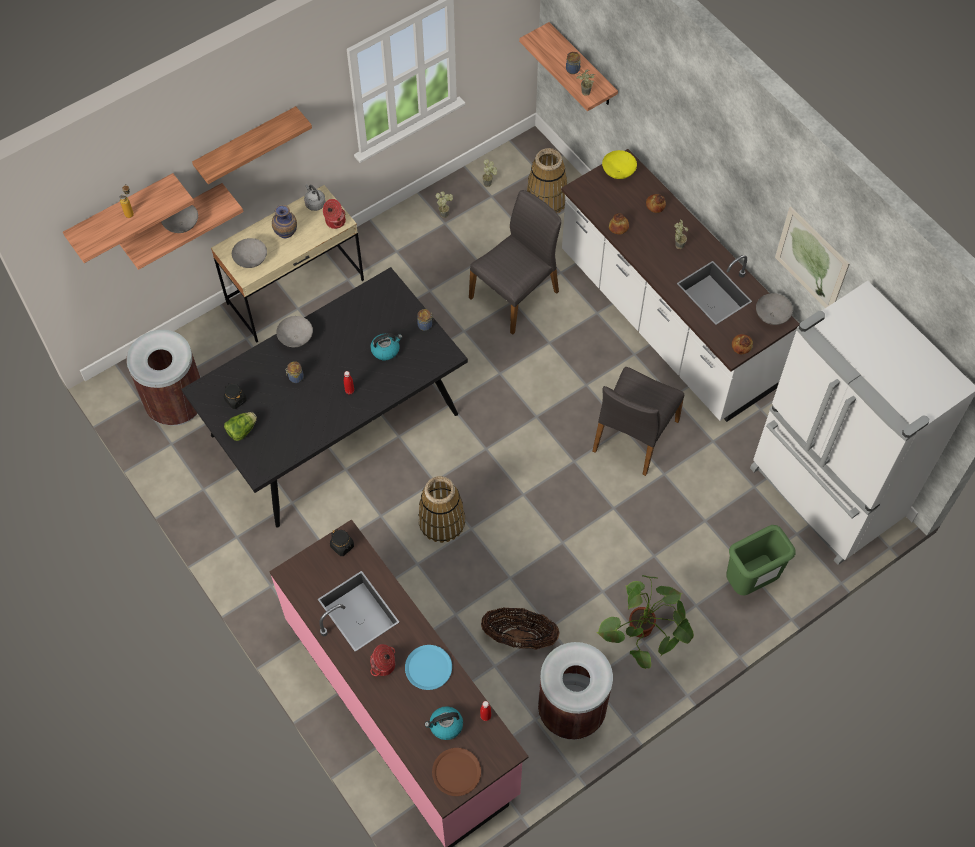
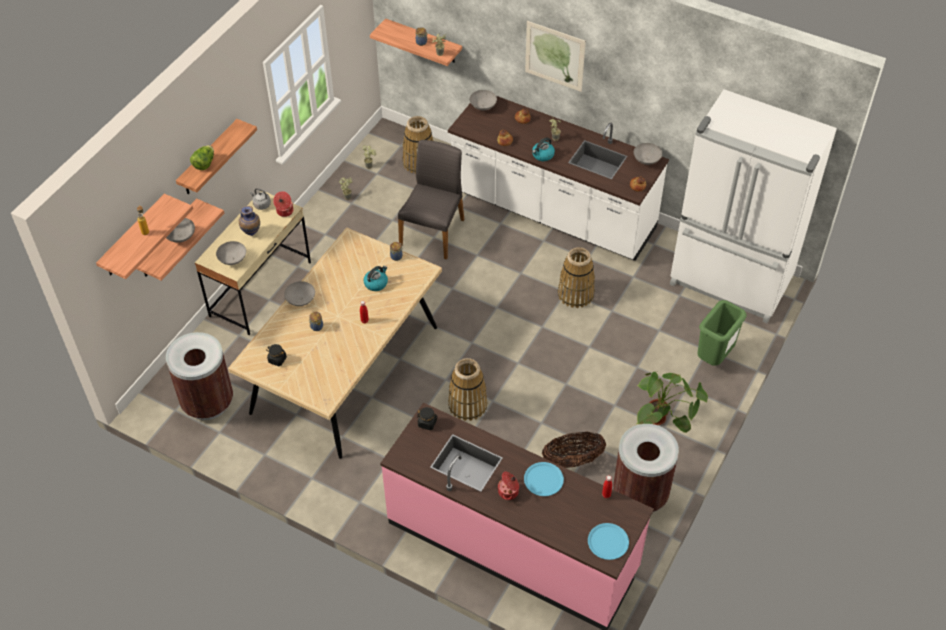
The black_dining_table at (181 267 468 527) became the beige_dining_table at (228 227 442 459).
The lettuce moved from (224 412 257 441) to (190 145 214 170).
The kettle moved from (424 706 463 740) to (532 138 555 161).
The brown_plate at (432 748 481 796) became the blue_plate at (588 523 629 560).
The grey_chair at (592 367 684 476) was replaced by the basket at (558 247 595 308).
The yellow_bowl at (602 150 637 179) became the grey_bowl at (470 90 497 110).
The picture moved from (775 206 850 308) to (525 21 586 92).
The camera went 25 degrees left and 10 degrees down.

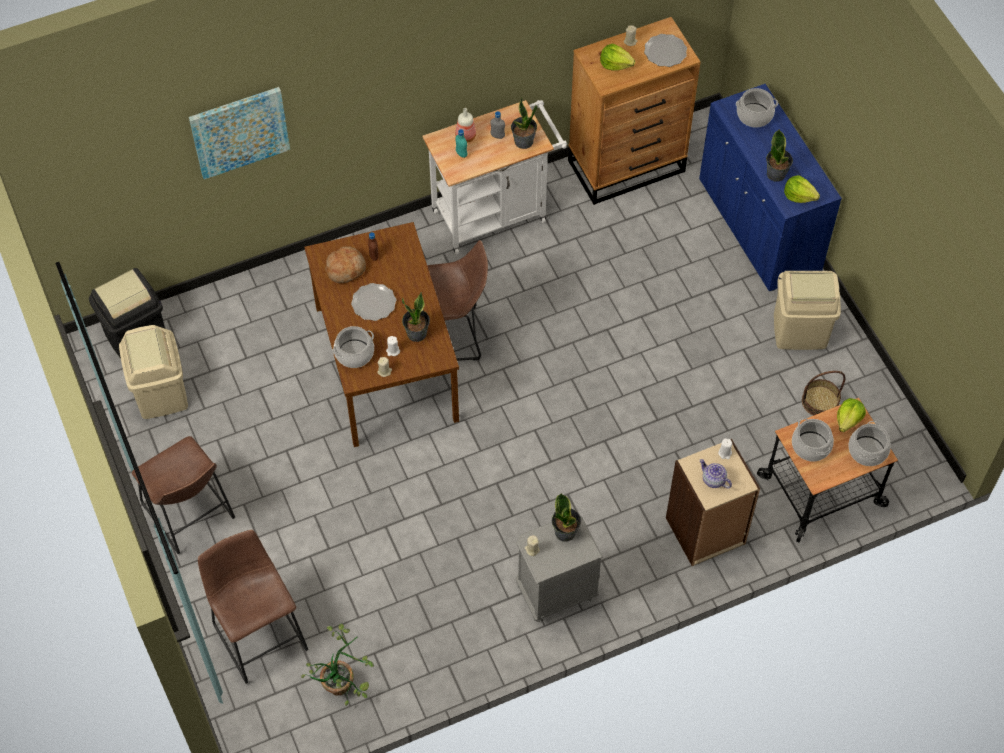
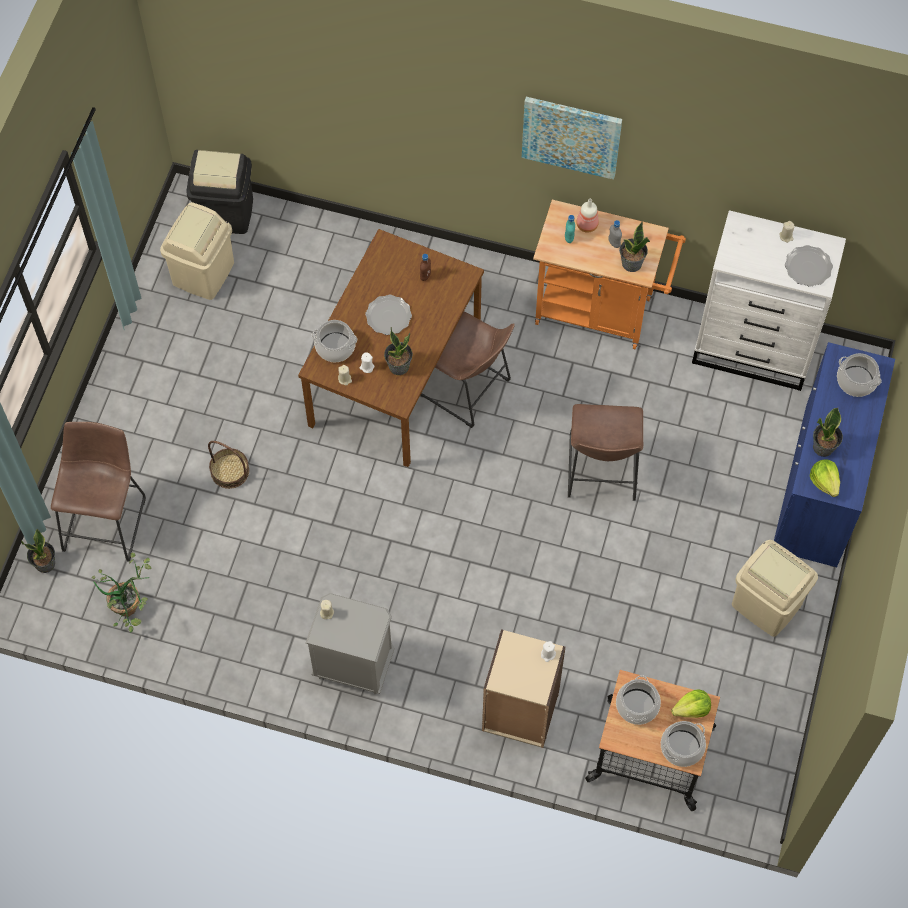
The brown_stool moved from (132 436 235 554) to (568 404 643 501).
The picture moved from (189 87 290 179) to (522 97 622 180).
The bread at (325 246 366 283) disappeared.
The white_cart at (422 100 567 255) became the orange_cart at (533 200 686 349).
The potted_plant moved from (552 493 581 542) to (21 528 55 573).
The brown_dresser at (568 17 700 205) became the white_dresser at (692 210 846 391).
The lettuce at (600 44 635 71) disappeared.
The teapot at (700 459 732 489) disappeared.
The basket moved from (802 371 845 416) to (208 441 249 489).
The camera went 40 degrees right and 5 degrees up.

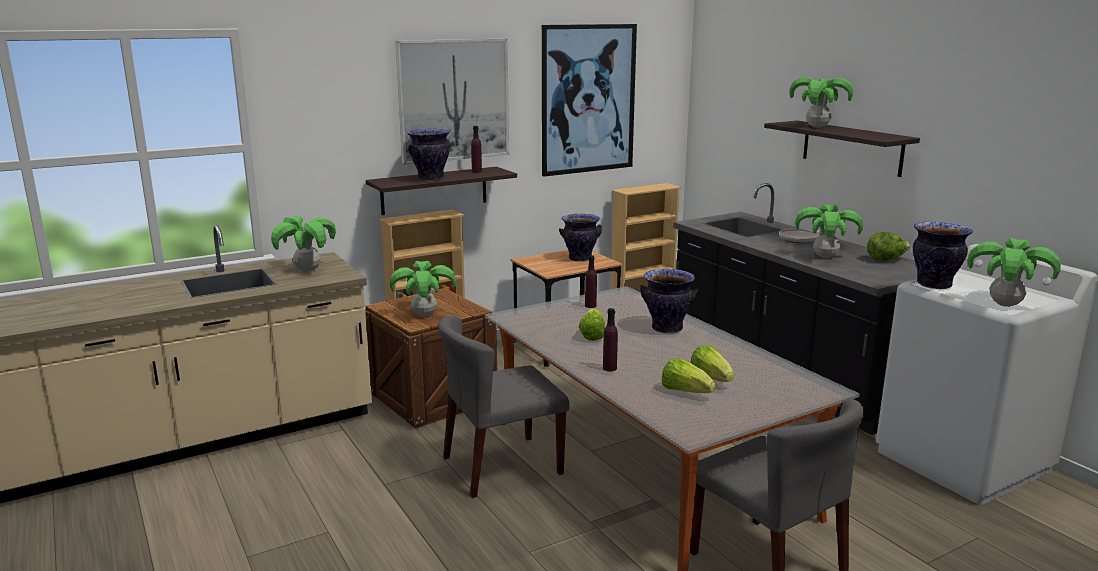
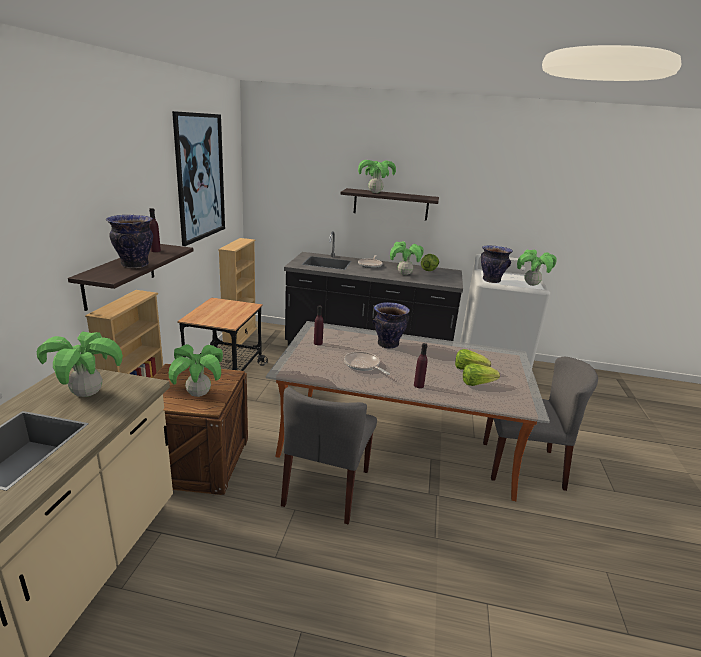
The picture at (395 39 509 165) disappeared.
The vase at (559 214 602 262) disappeared.
The lettuce at (579 309 605 341) was replaced by the frying_pan at (344 351 390 375).
The camera went 50 degrees left and 5 degrees up.

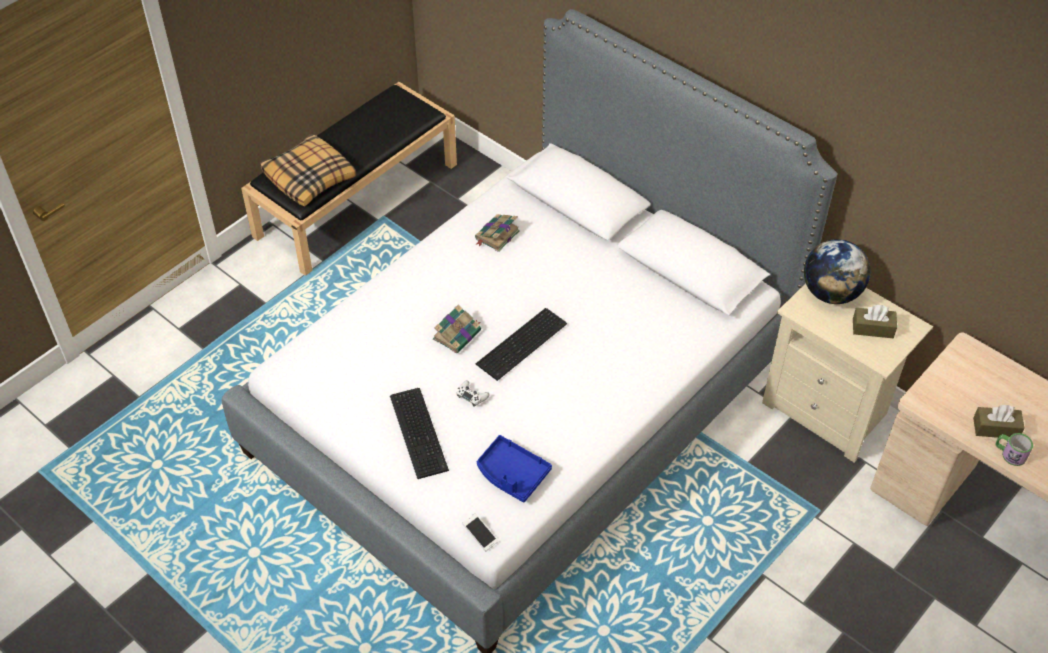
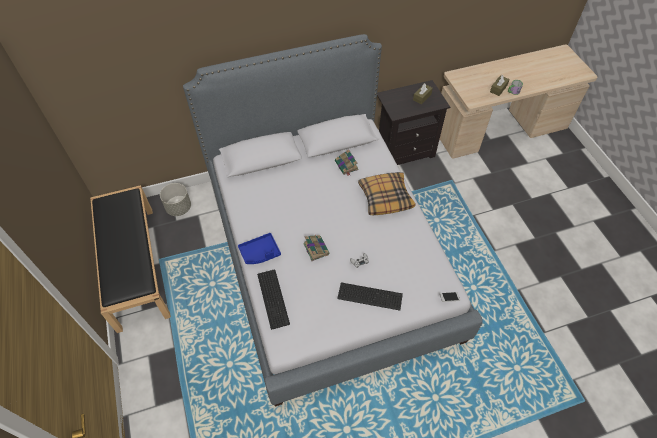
The pillow moved from (260 134 357 206) to (358 172 416 215).
The book moved from (475 214 520 252) to (335 149 359 175).
The keyboard moved from (476 308 567 381) to (257 270 290 330).
The blue_tray moved from (477 435 552 502) to (238 233 281 264).
The beige_nightstand at (762 283 933 463) became the black_nightstand at (377 80 450 165).
The globe at (804 239 870 304) disappeared.
The grey_planter at (160 183 191 216) appeared.
The camera went 60 degrees left and 5 degrees up.

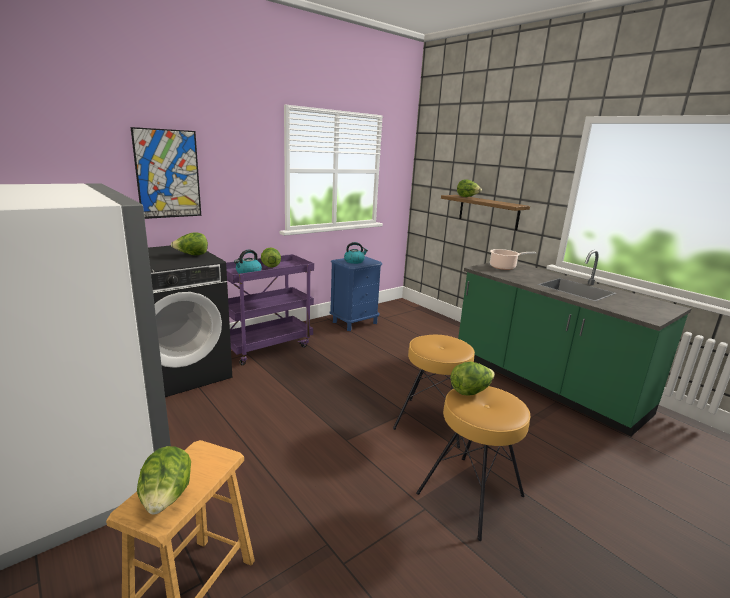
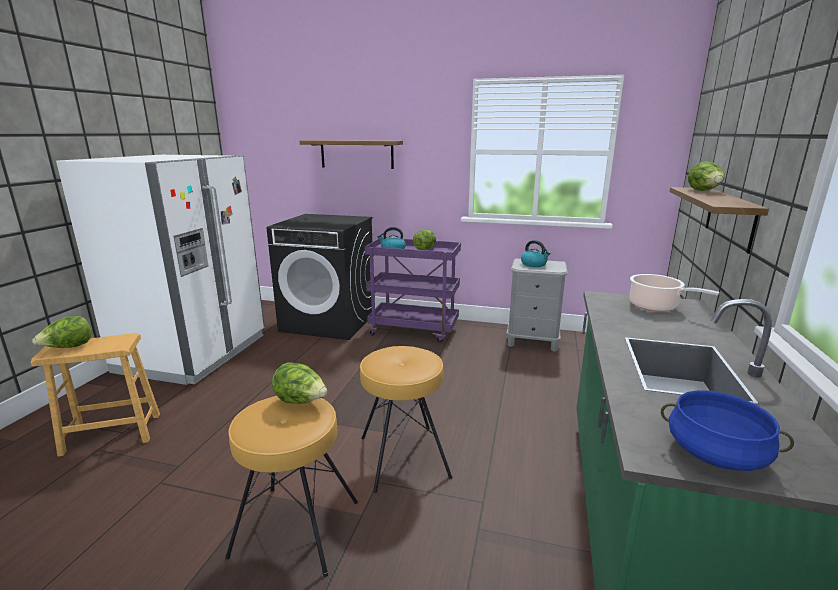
The picture at (131 127 201 219) was replaced by the shelf at (300 140 403 169).
The lettuce at (171 232 208 255) disappeared.
The blue_nightstand at (329 256 382 331) became the grey_nightstand at (506 258 568 352).
The blue_cooking_pot at (661 390 794 471) appeared.
The camera went 55 degrees right and 0 degrees up.

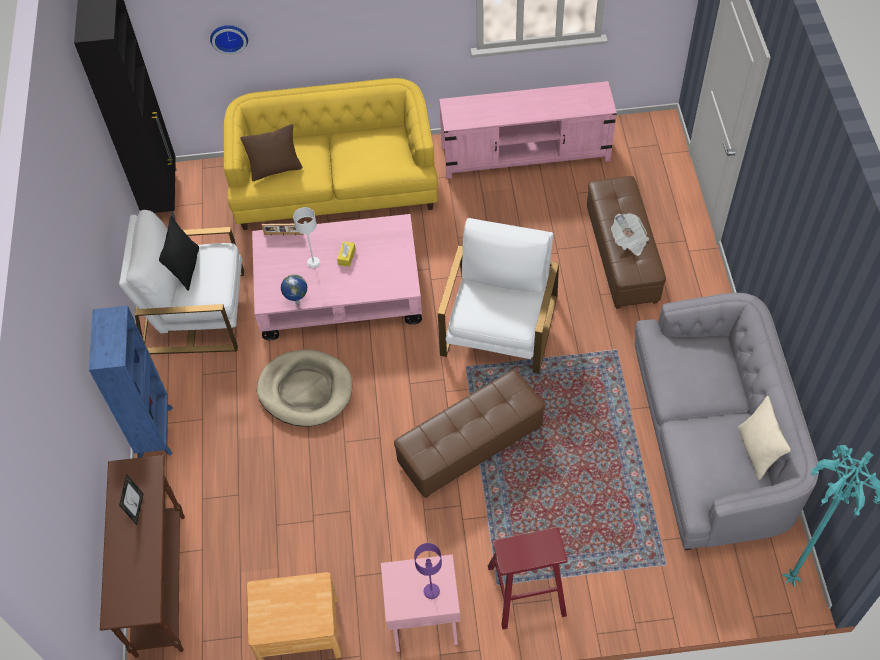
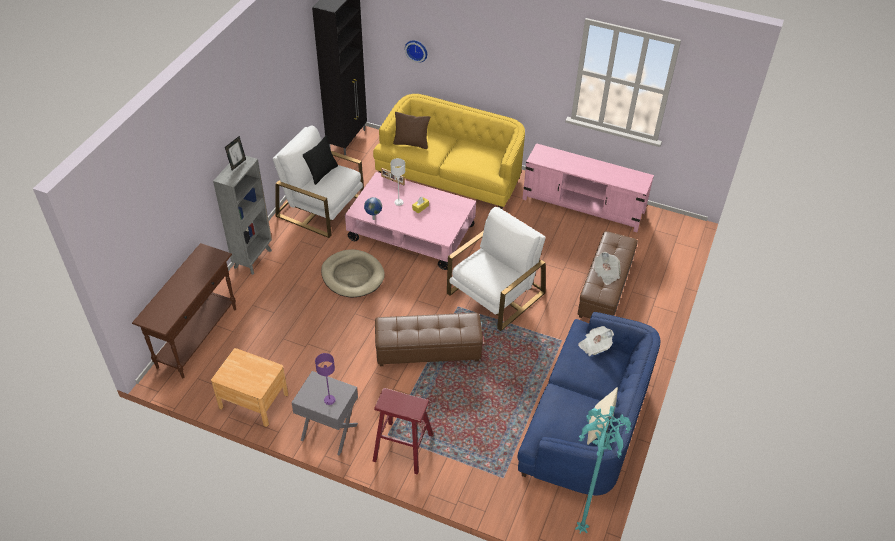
The blue_bookcase at (89 306 173 458) became the grey_bookcase at (213 155 272 275).
The picture_frame moved from (119 474 143 525) to (225 136 246 170).
The pink_nightstand at (381 555 460 652) became the grey_nightstand at (291 371 358 456).
The grey_sofa at (635 293 819 550) became the blue_sofa at (517 312 660 495).
The newspaper at (578 326 614 356) appeared.
The camera went 25 degrees right and 10 degrees down.

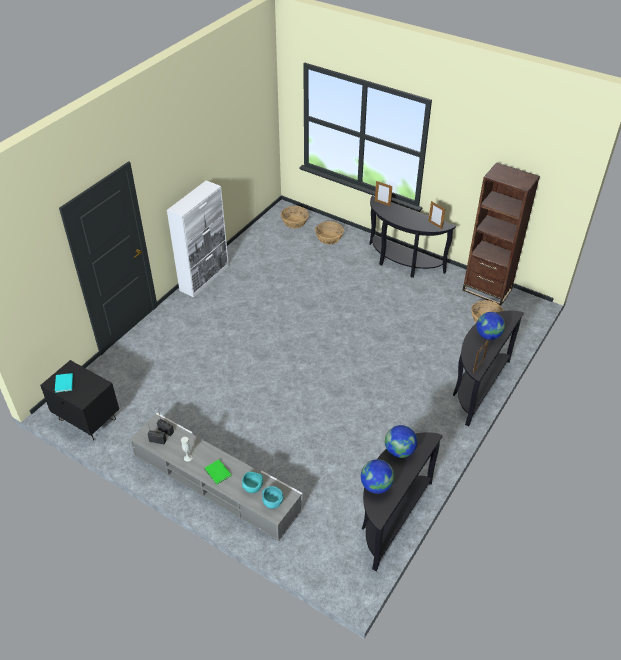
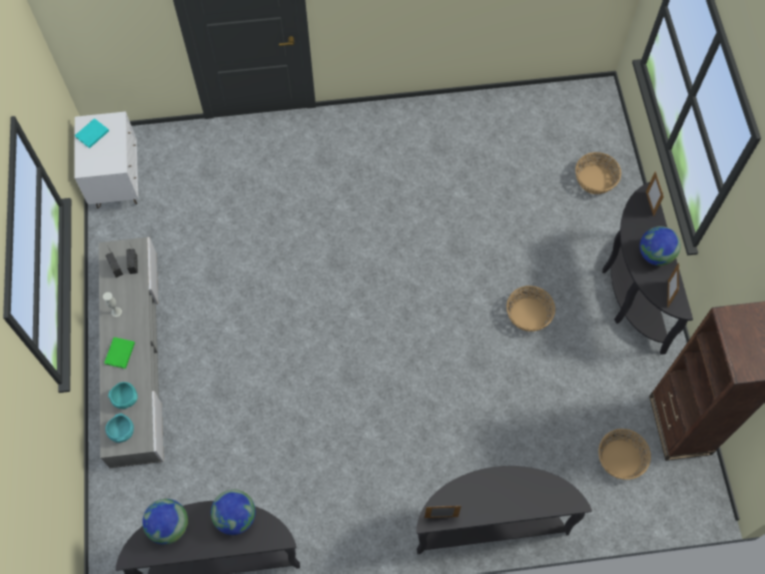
The black_nightstand at (40 360 119 440) became the white_nightstand at (74 111 138 208).
The white_cabinet at (167 180 229 297) disappeared.
The basket moved from (281 206 309 228) to (506 286 555 332).
The globe moved from (476 312 505 340) to (640 226 681 266).
The camera went 50 degrees right and 20 degrees up.

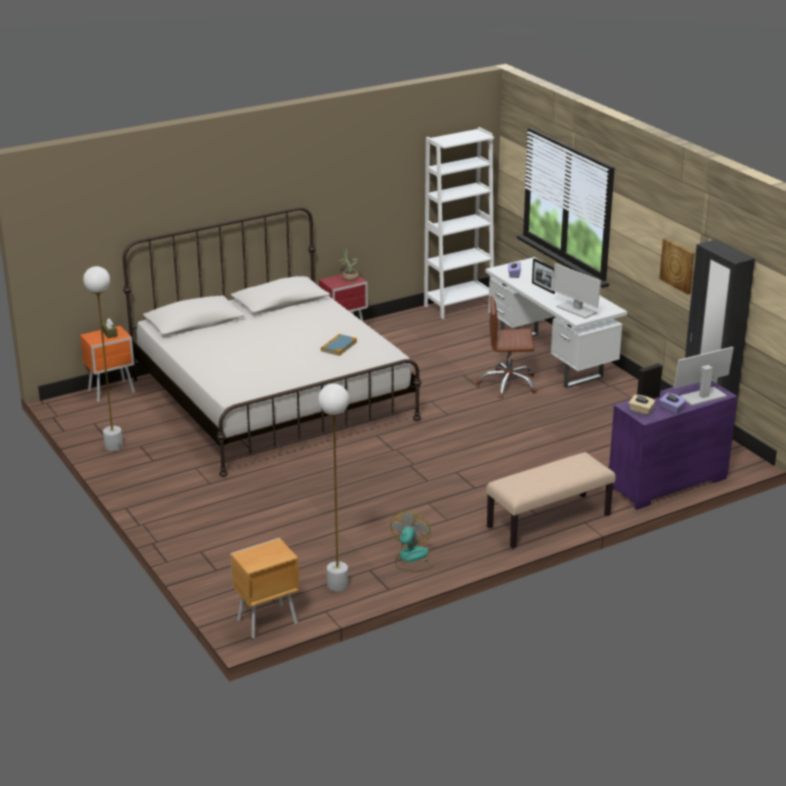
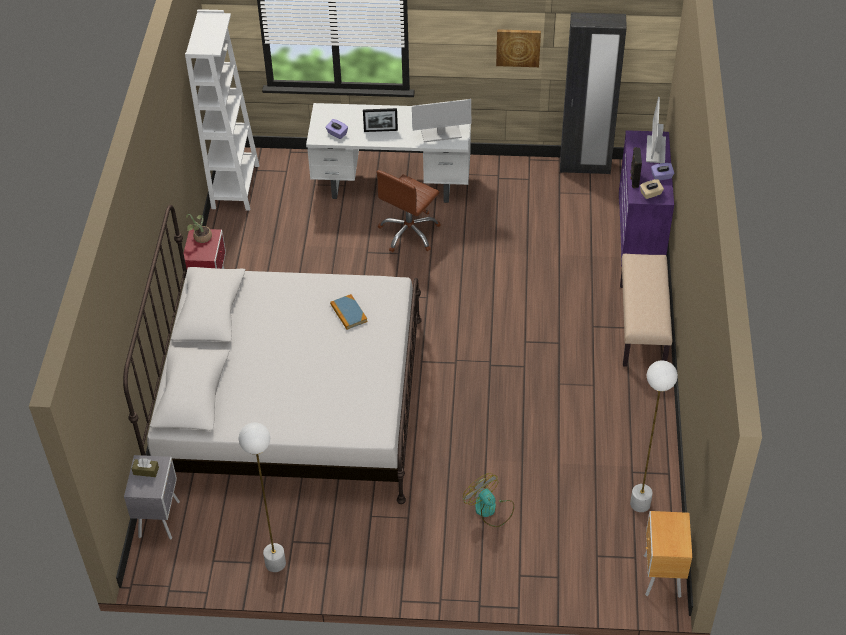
The orange_nightstand at (80 326 135 402) became the grey_nightstand at (124 455 180 540).
The fan moved from (390 511 433 572) to (463 473 514 527).
The camera went 55 degrees left and 20 degrees up.

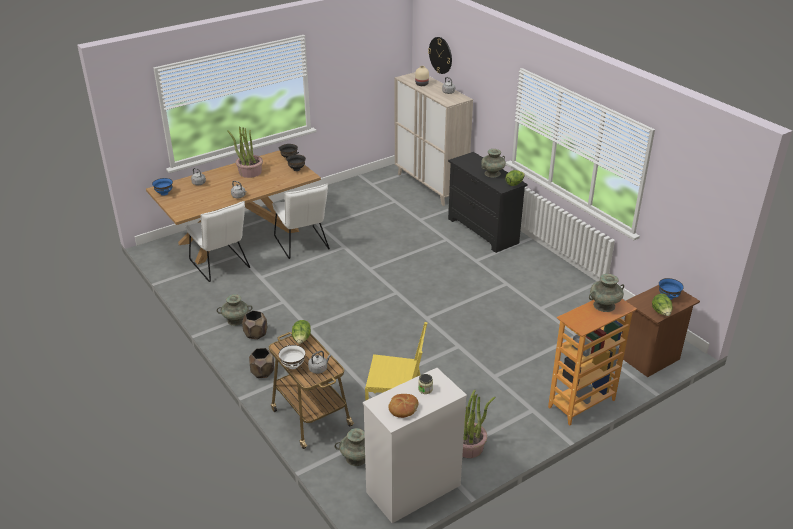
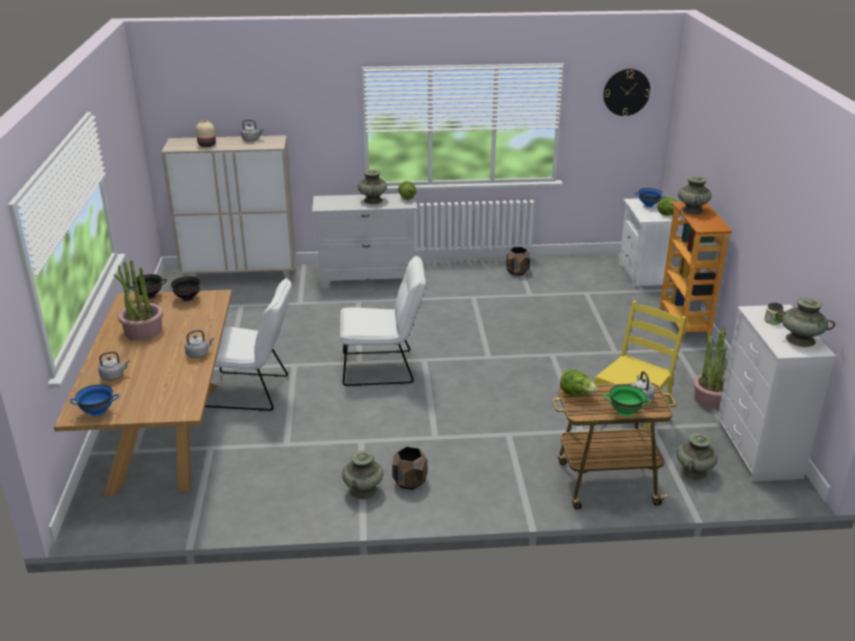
The white_chair moved from (185 201 250 282) to (340 255 426 386).
The brown_planter moved from (249 348 274 378) to (506 247 530 276).
The white_bowl at (279 345 305 369) became the green_bowl at (603 385 651 417).
The bread at (388 394 418 418) was replaced by the turquoise_vase at (775 297 835 347).
The wall_clock moved from (428 37 452 74) to (603 69 650 116).
The black_dresser at (448 152 528 253) became the white_dresser at (312 194 417 288).
The brown_nightstand at (619 285 700 377) became the white_nightstand at (619 198 681 288).
The camera went 60 degrees left and 5 degrees down.

